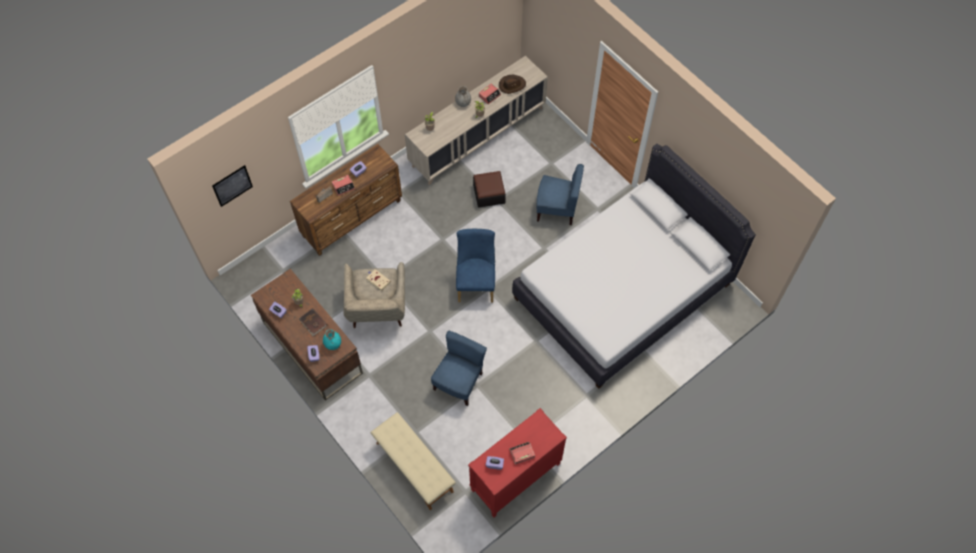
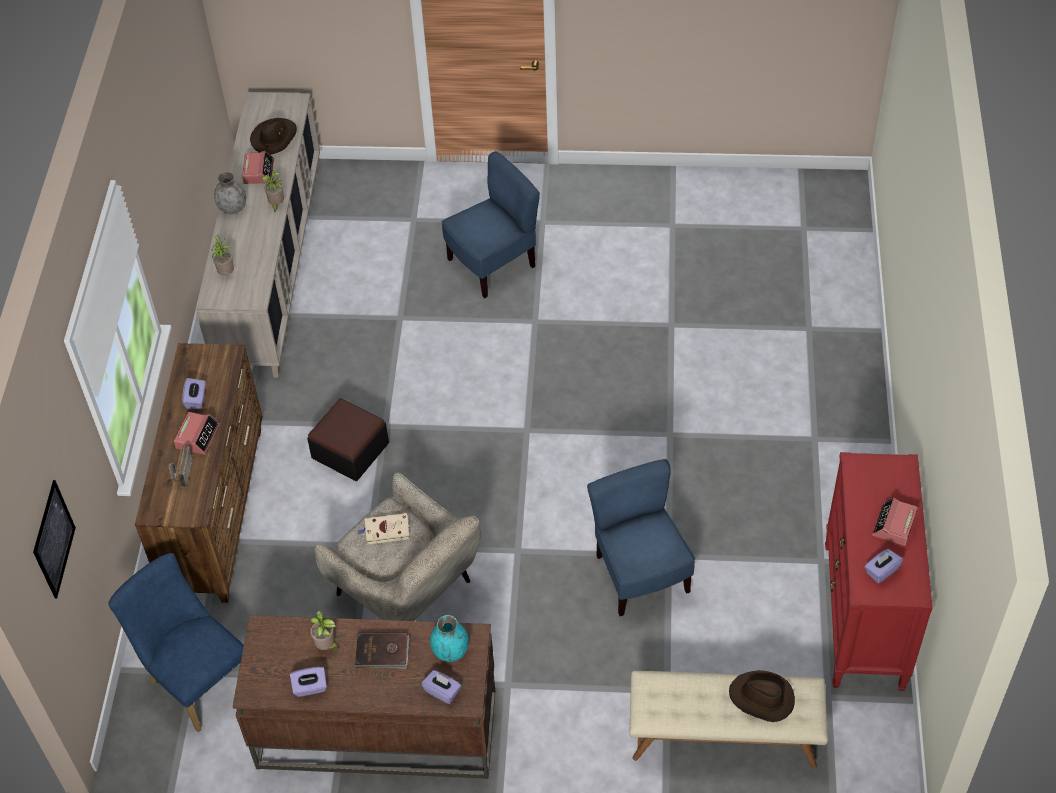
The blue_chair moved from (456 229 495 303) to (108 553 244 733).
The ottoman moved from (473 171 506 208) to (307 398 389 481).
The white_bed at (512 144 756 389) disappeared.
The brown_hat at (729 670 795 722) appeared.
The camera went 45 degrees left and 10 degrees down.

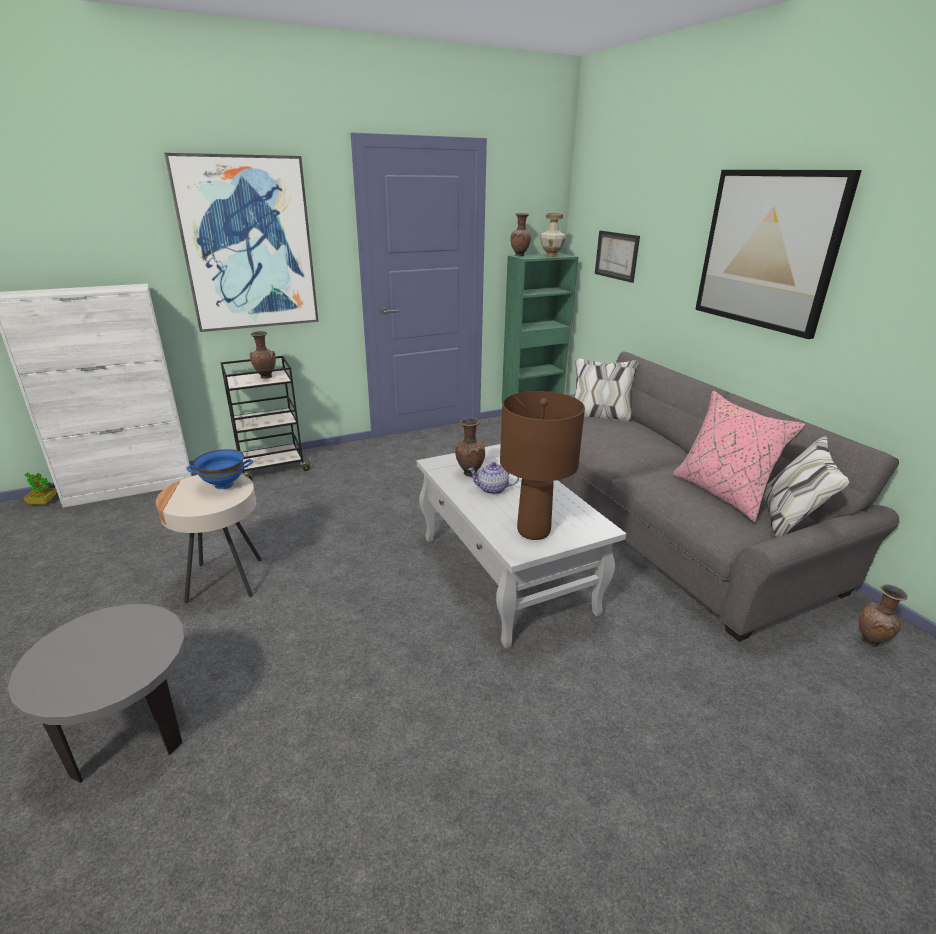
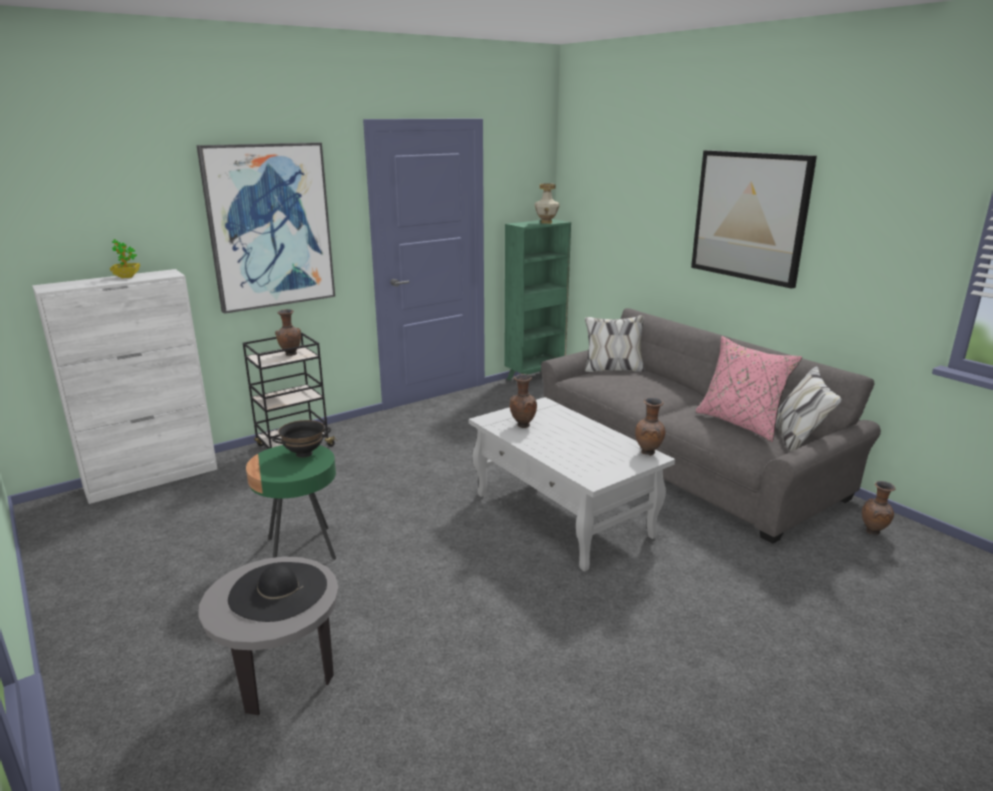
The potted_plant moved from (24 473 57 505) to (110 239 140 278).
The beige_side_table at (156 475 262 603) became the green_side_table at (246 445 336 560).
The blue_bowl at (186 449 253 489) became the black_bowl at (272 420 331 458).
The teapot at (468 462 519 495) disappeared.
The brown_table_lamp at (500 391 585 540) disappeared.
The brown_vase moved from (510 213 531 257) to (635 398 666 456).
The picture at (595 230 640 283) disappeared.
The black_hat at (228 562 327 622) appeared.
The camera went 10 degrees left and 5 degrees down.

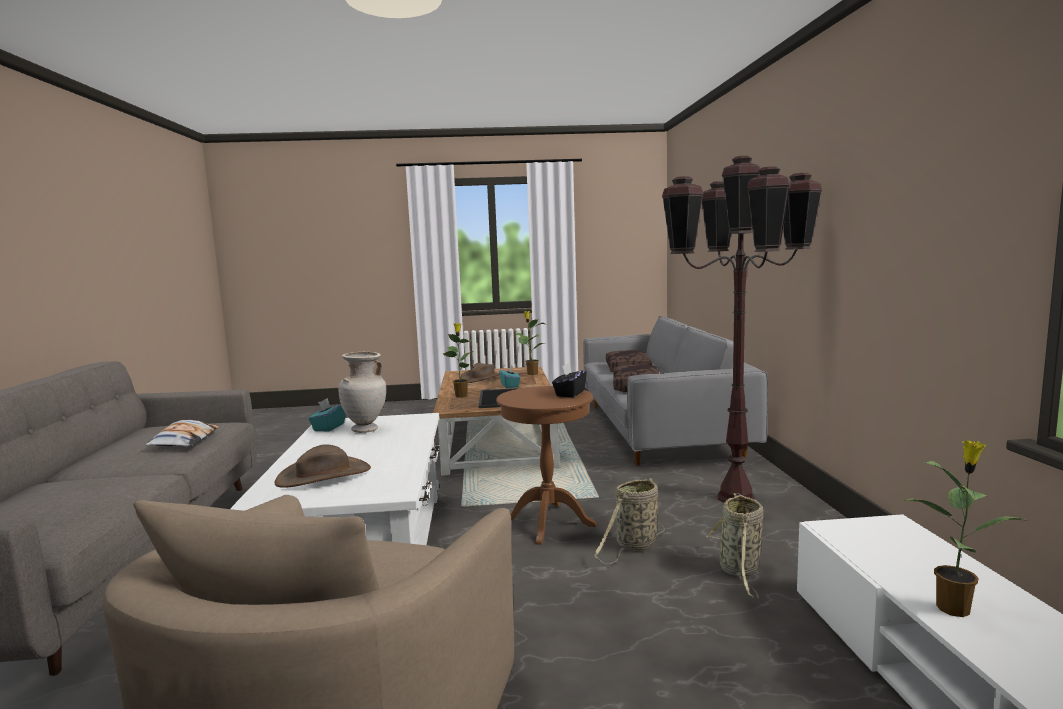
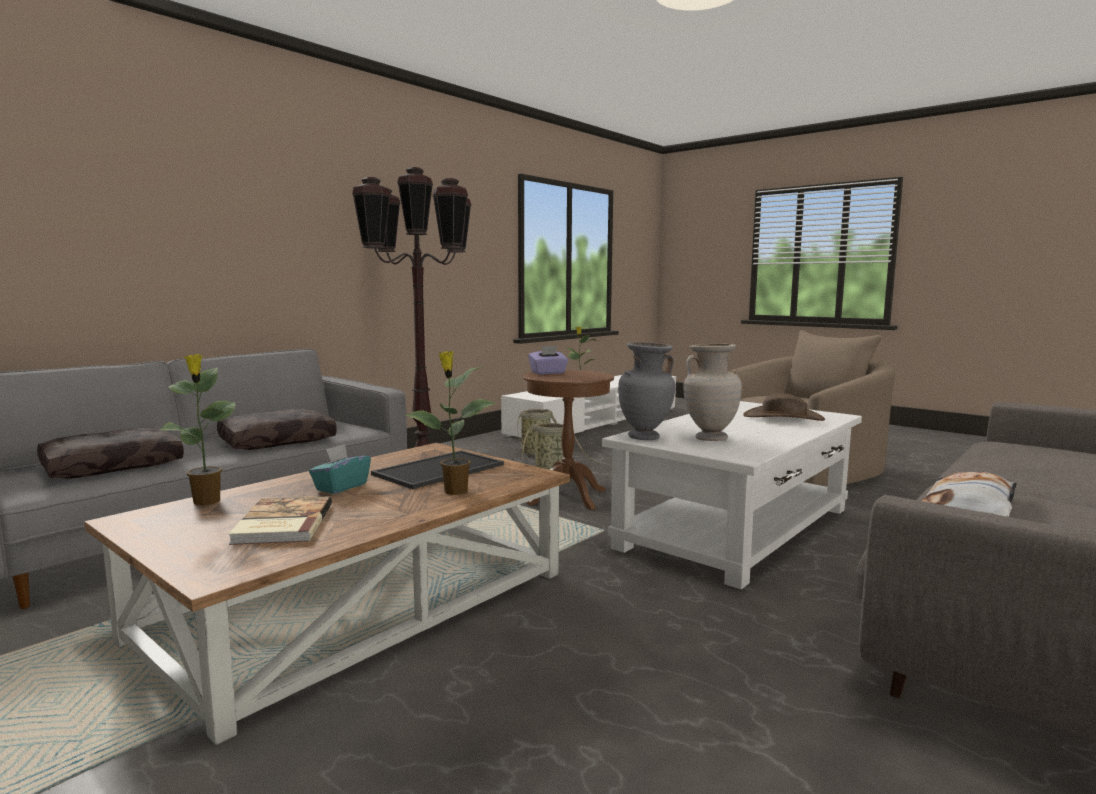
The turquoise_tissue_box at (308 398 346 431) disappeared.
The brown_hat at (460 363 500 383) was replaced by the book at (228 497 332 545).
The black_tissue_box at (552 363 587 397) became the purple_tissue_box at (528 346 568 374).
The grey_vase at (618 342 675 440) appeared.
The camera went 135 degrees left and 0 degrees up.

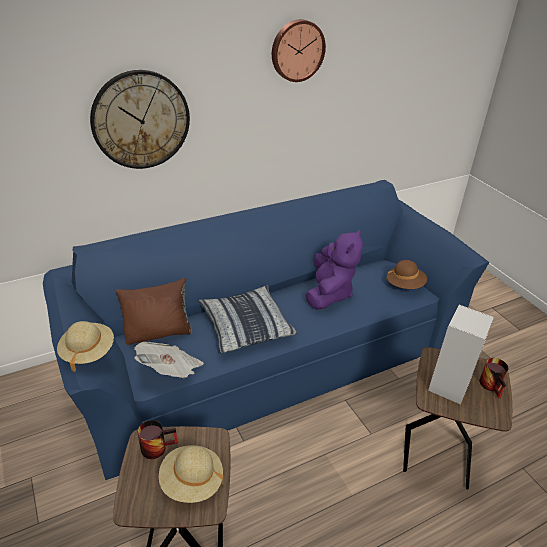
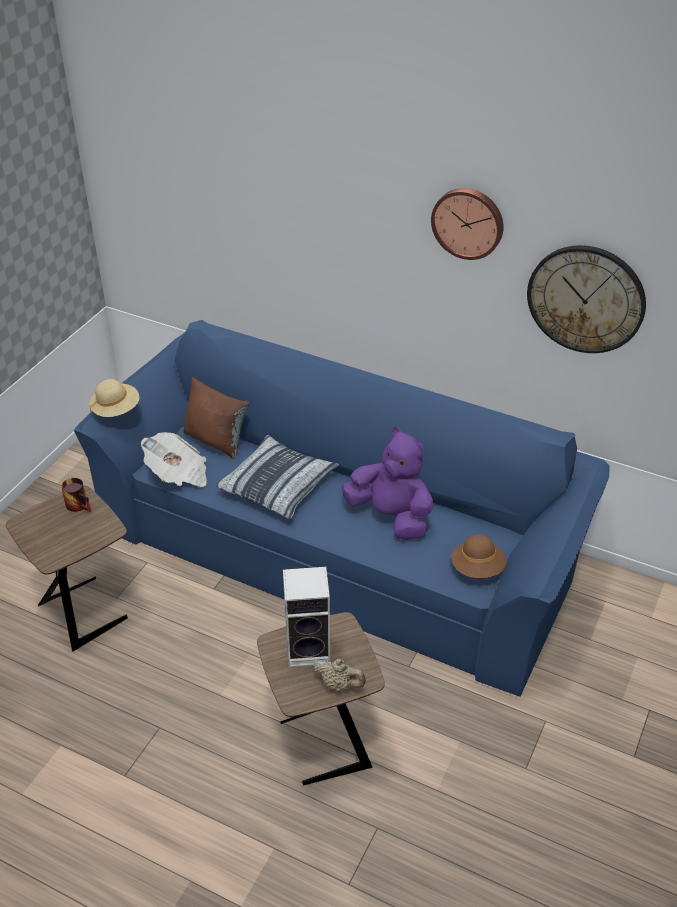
The wall_clock moved from (90 70 190 169) to (527 245 646 353).
The beige_hat at (159 445 224 503) disappeared.
The purple_plush_toy at (306 229 363 310) turned 120 degrees counterclockwise.
The mug at (479 358 508 398) was replaced by the beige_teapot at (314 659 366 692).
The camera went 55 degrees right and 5 degrees up.

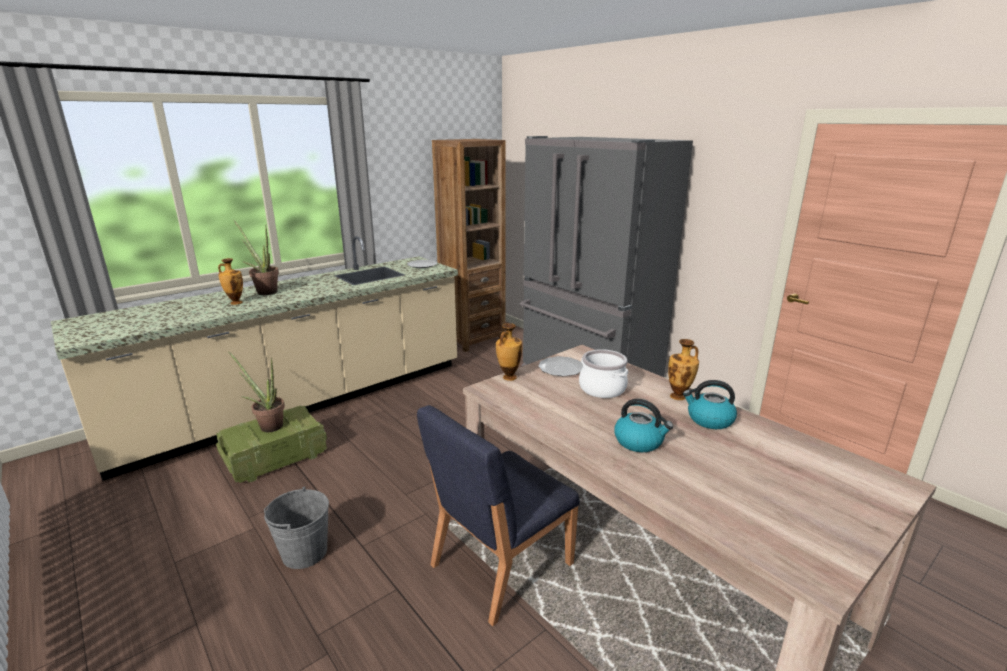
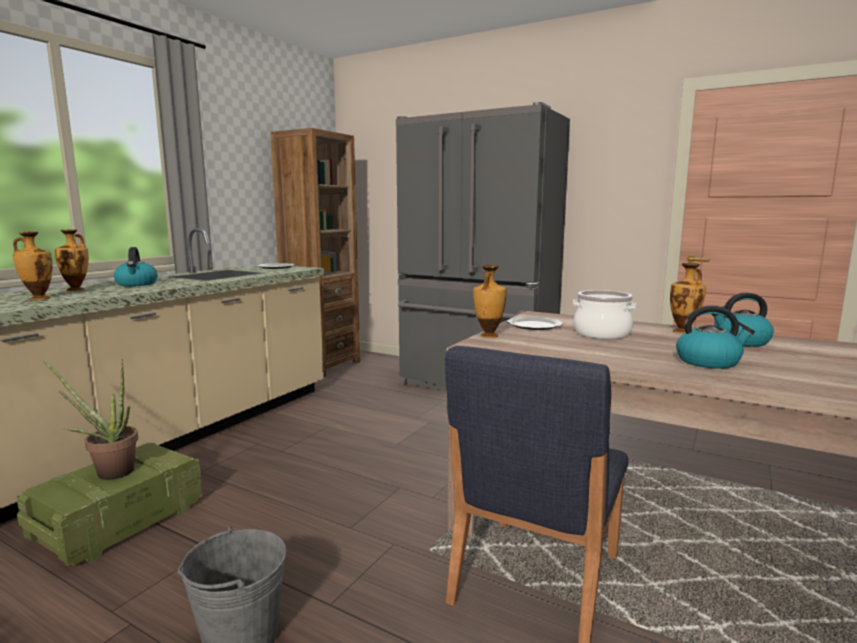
The potted_plant at (233 219 279 295) was replaced by the vase at (55 230 89 291).
The kettle at (114 247 158 286) appeared.
The camera went 20 degrees left and 10 degrees down.

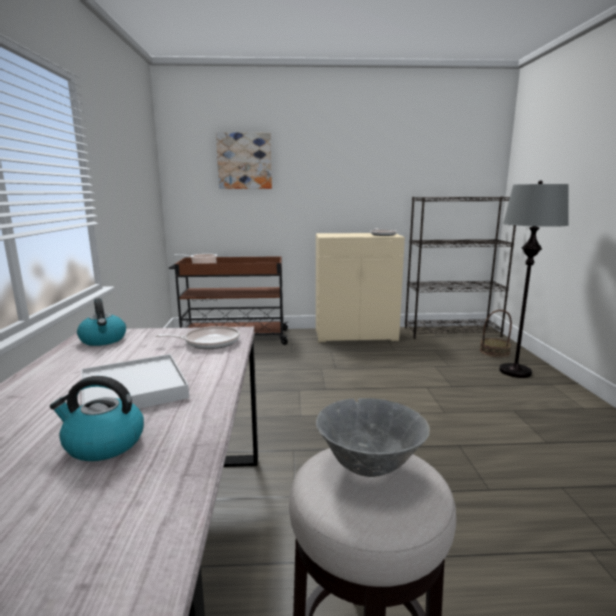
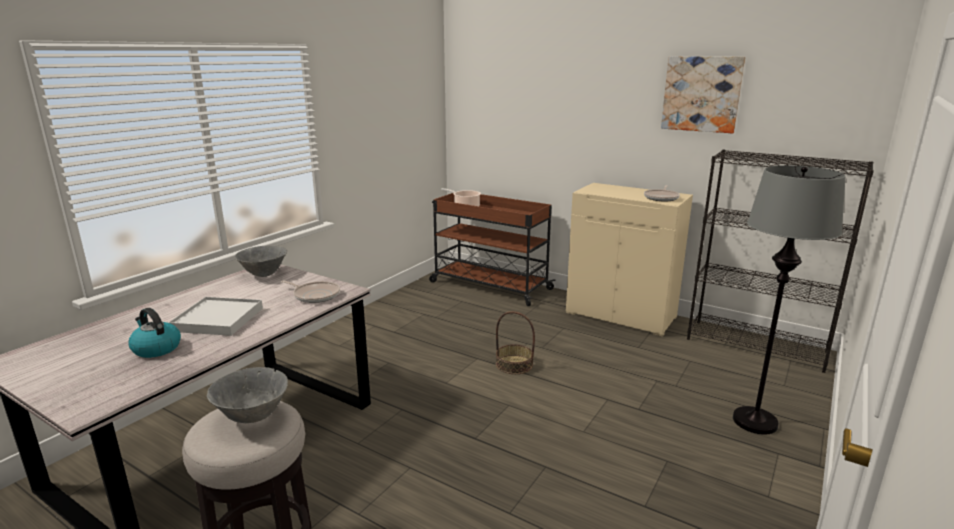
The kettle at (77 298 126 346) was replaced by the grey_bowl at (235 246 287 277).
The picture moved from (216 132 272 189) to (661 56 746 133).
The basket moved from (480 310 512 357) to (496 311 535 374).
The camera went 35 degrees right and 5 degrees up.

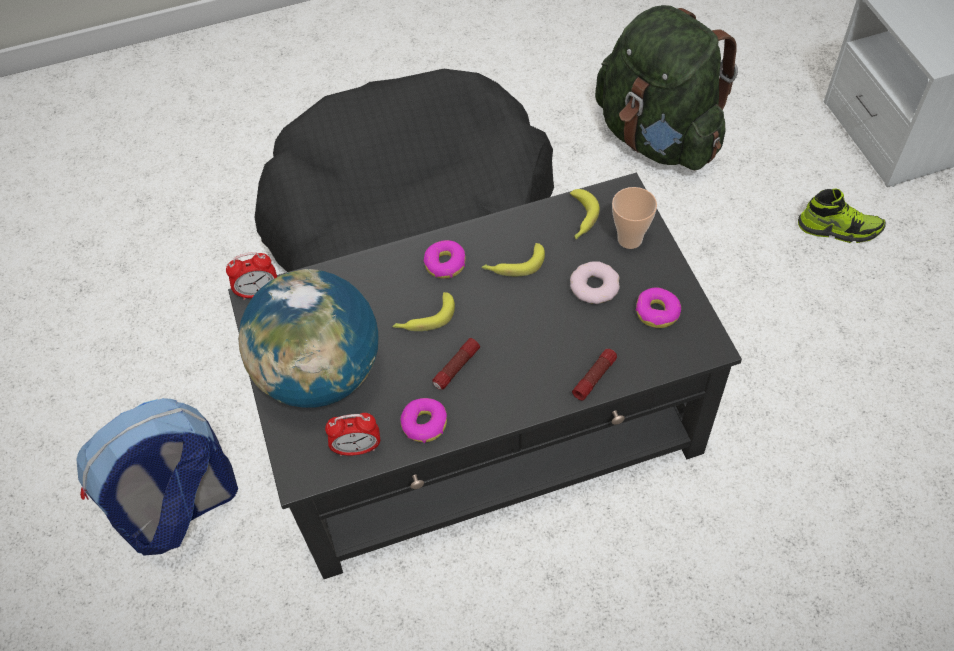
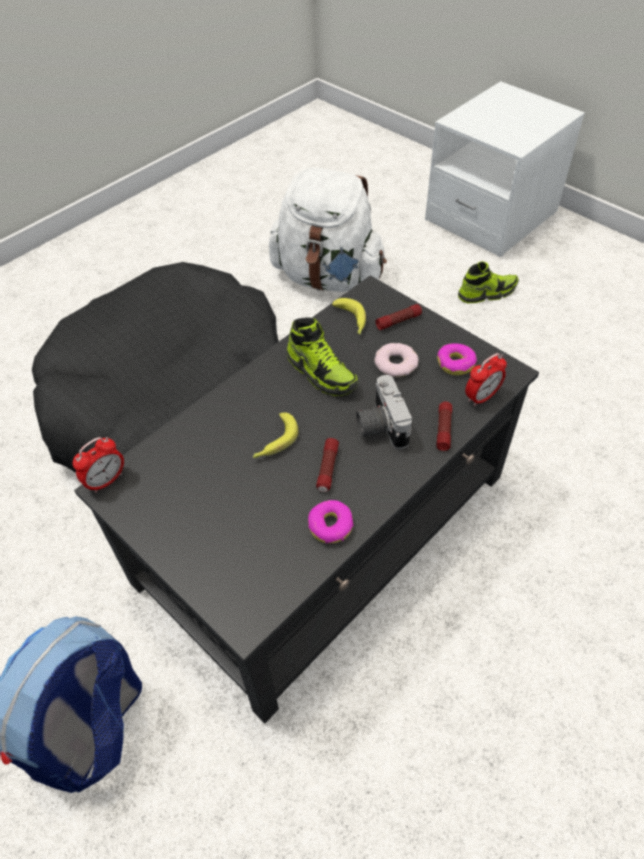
The globe at (238 269 378 408) disappeared.
The alarm_clock moved from (325 413 380 456) to (465 353 507 407).
The donut at (424 240 466 279) disappeared.
The banana at (481 243 545 276) was replaced by the shoe at (286 318 358 396).
The green_backpack at (595 5 738 170) became the white_backpack at (269 168 387 292).
The cup at (612 187 657 249) was replaced by the flashlight at (376 304 422 330).
The photo_camera at (356 375 412 449) appeared.
The camera went 30 degrees left and 5 degrees down.

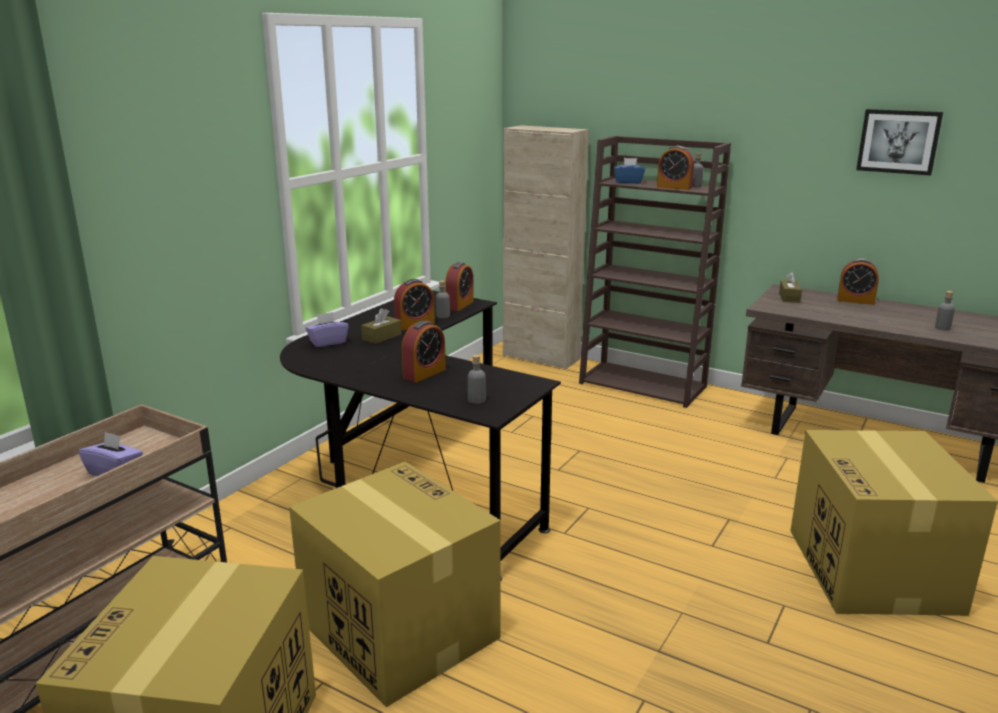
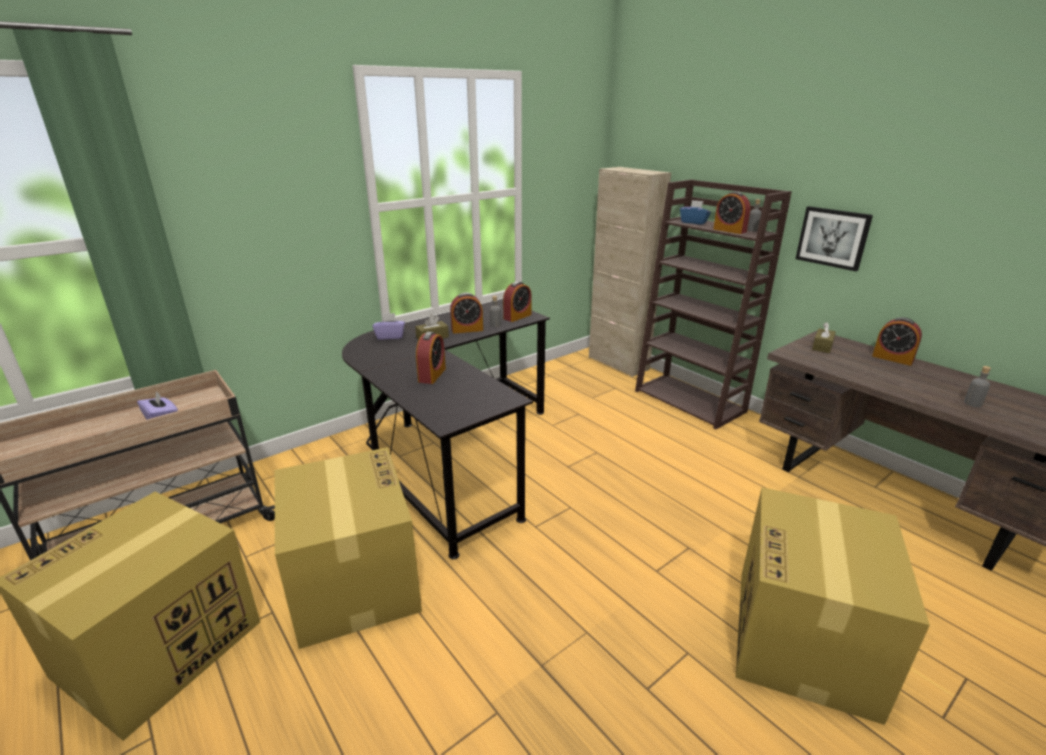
The alarm_clock at (402 320 446 382) turned 45 degrees counterclockwise.
The grey_bottle at (468 355 486 404) disappeared.
The picture moved from (856 109 943 176) to (795 206 873 271).
The camera went 20 degrees right and 5 degrees up.

